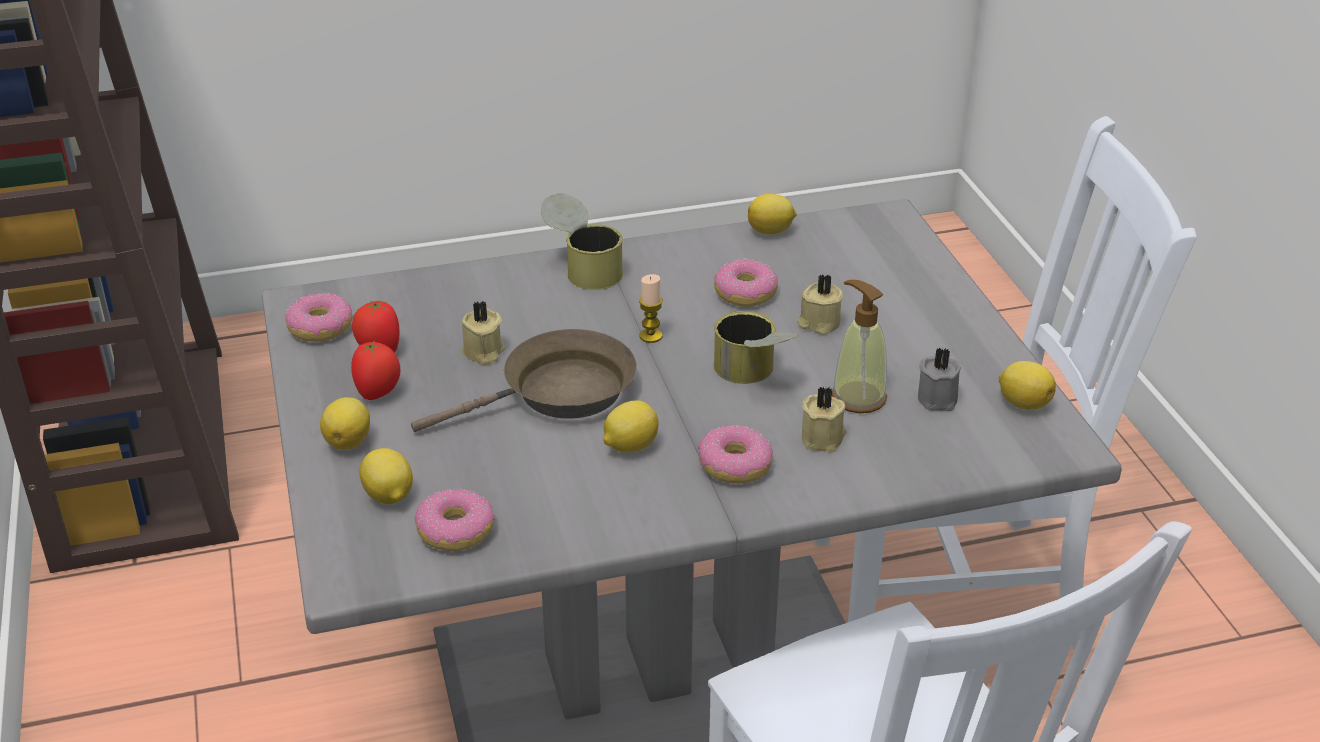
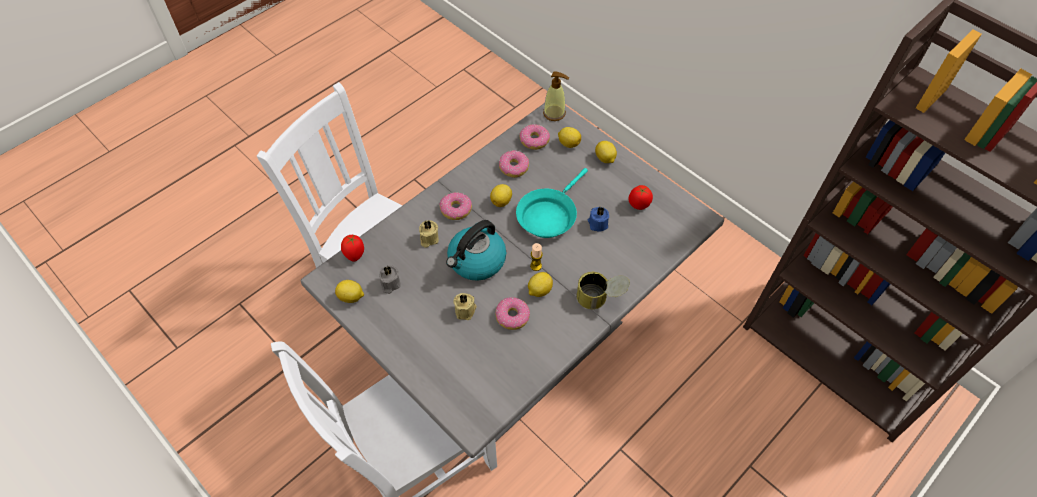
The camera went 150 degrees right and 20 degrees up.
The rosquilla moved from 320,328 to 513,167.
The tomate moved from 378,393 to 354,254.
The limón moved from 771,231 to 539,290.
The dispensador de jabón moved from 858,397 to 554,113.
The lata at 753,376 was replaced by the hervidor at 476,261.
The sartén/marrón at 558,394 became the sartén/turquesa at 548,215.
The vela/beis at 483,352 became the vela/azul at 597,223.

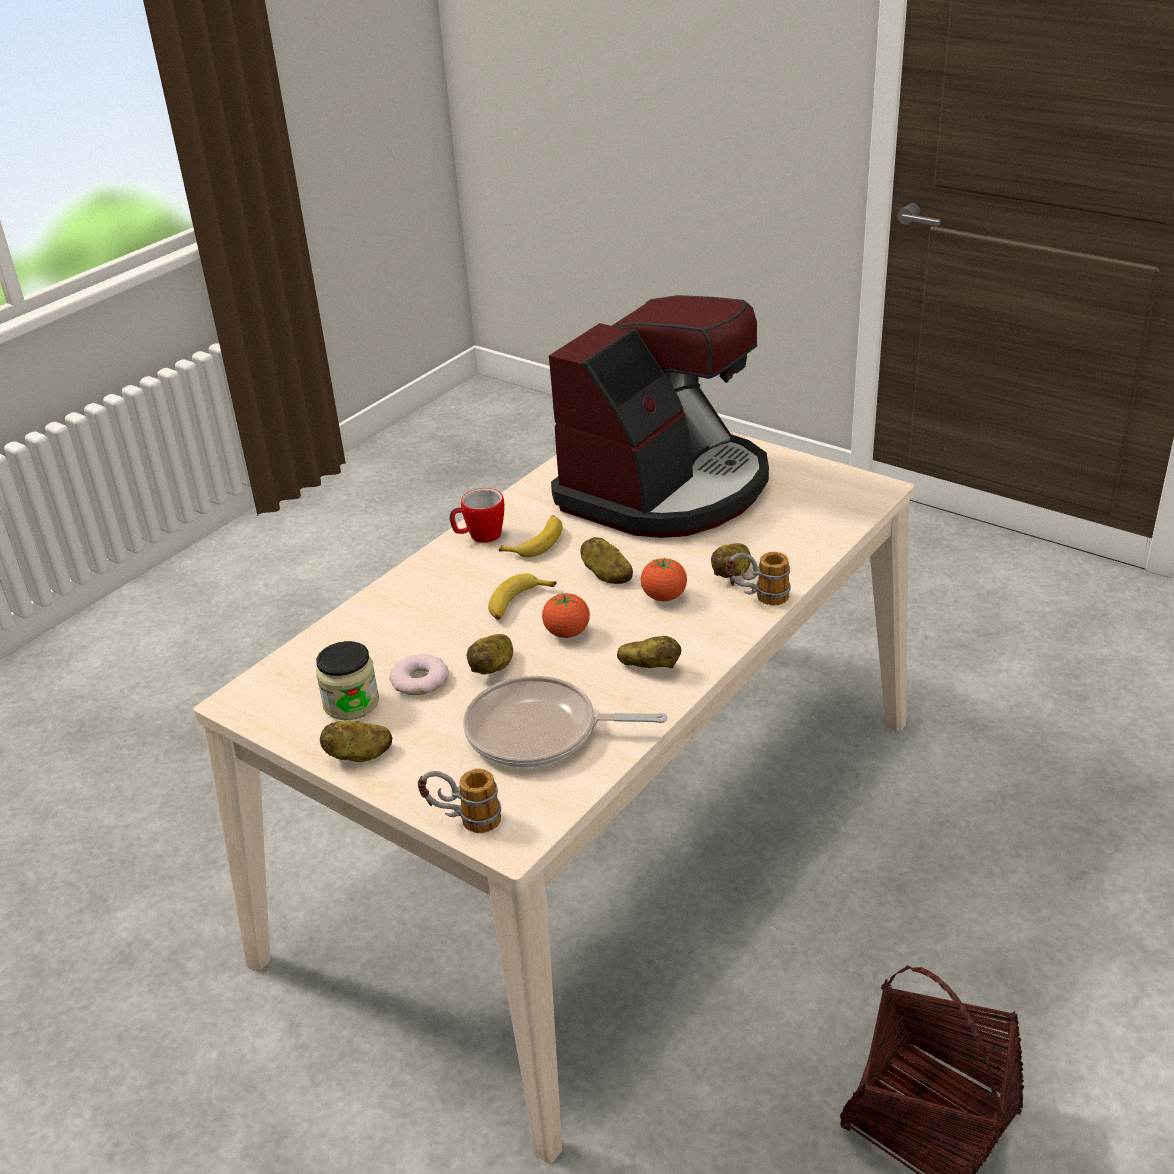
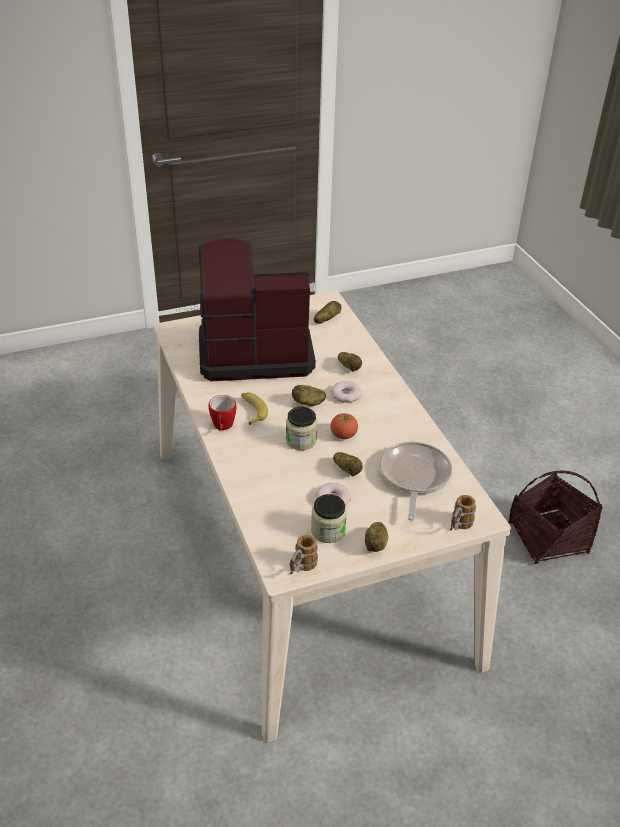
The camera went 60 degrees left and 5 degrees up.
The patata moved from 650,667 to 326,319.
The taza grande moved from 757,598 to 301,570.
The plátano at 517,604 was replaced by the tarro at 301,440.
The tomate at 664,597 was replaced by the rosquilla at 346,395.
The sartén at 540,732 turned 150 degrees clockwise.
The cafetera at 666,488 turned 75 degrees counterclockwise.

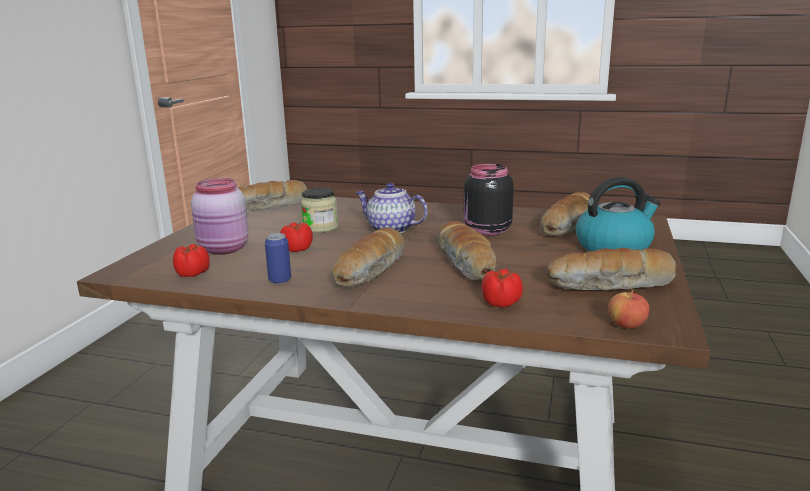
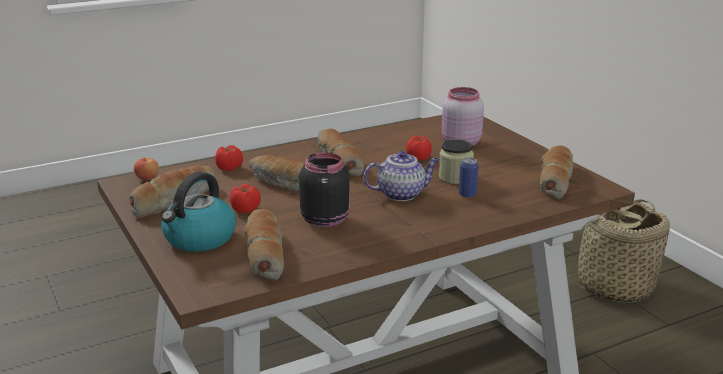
The camera went 135 degrees right and 5 degrees up.
The cesta at 614,286 appeared.
The tomate moved from 192,274 to 246,209.
The lata moved from 280,280 to 467,194.

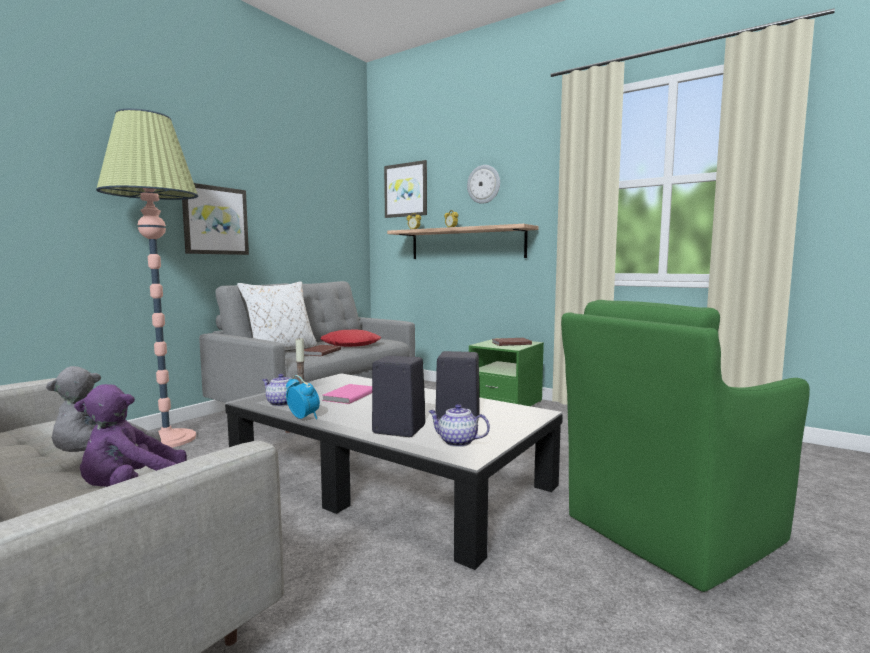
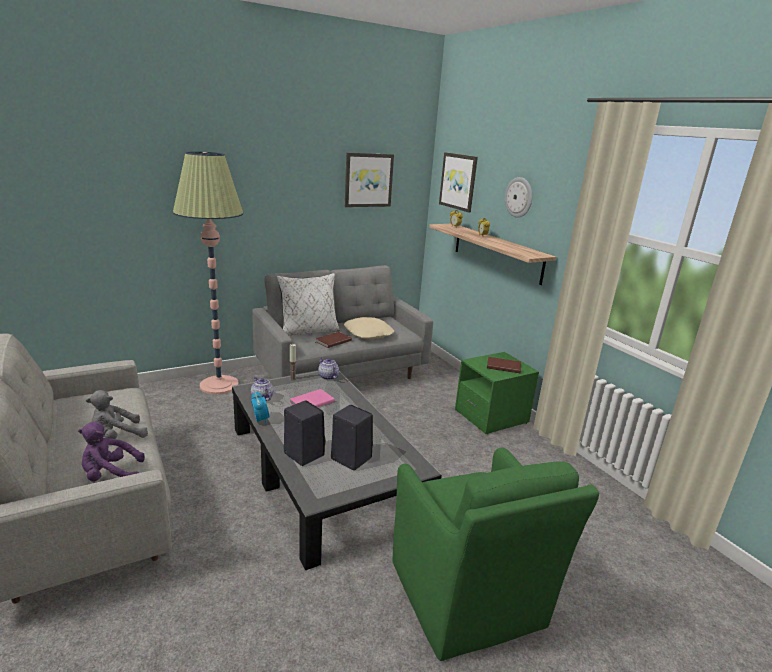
The camera went 25 degrees right and 15 degrees up.
The cuadro moved from 215,220 to 368,180.
The tetera moved from 457,442 to 327,376.
The cojín/rojo at 351,345 became the cojín/beis at 368,333.
The sillón/verde at 668,530 turned 105 degrees counterclockwise.

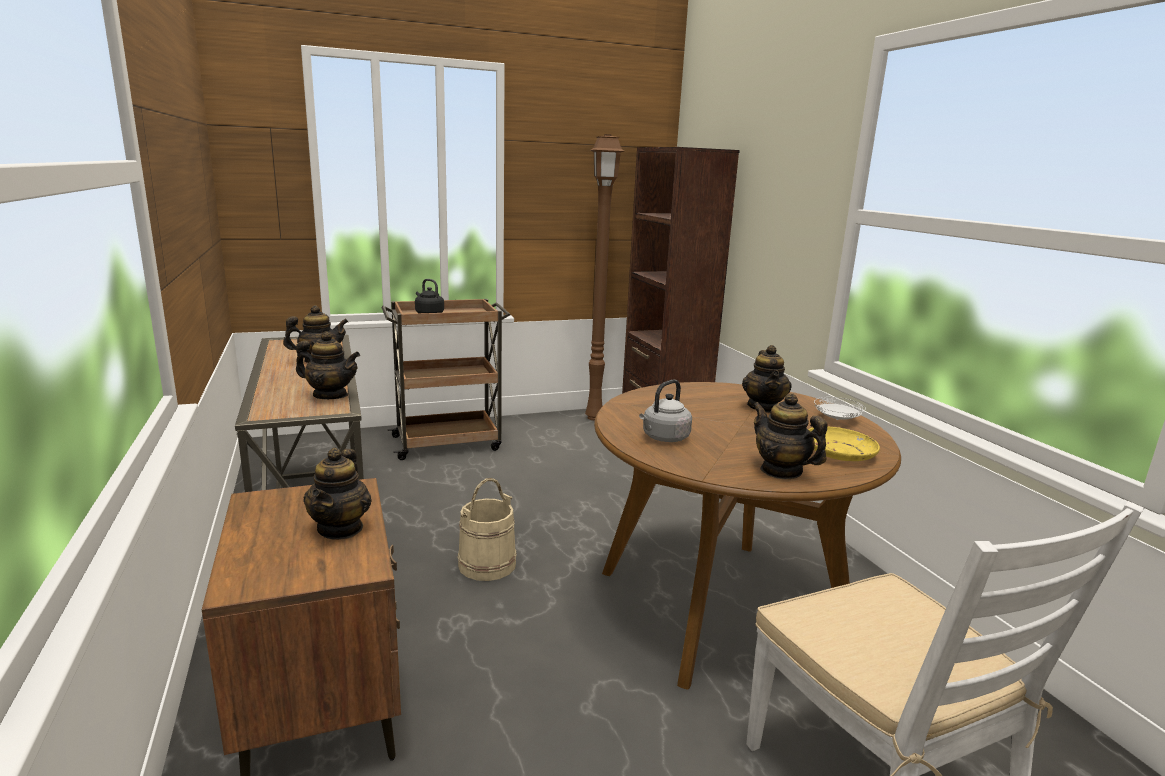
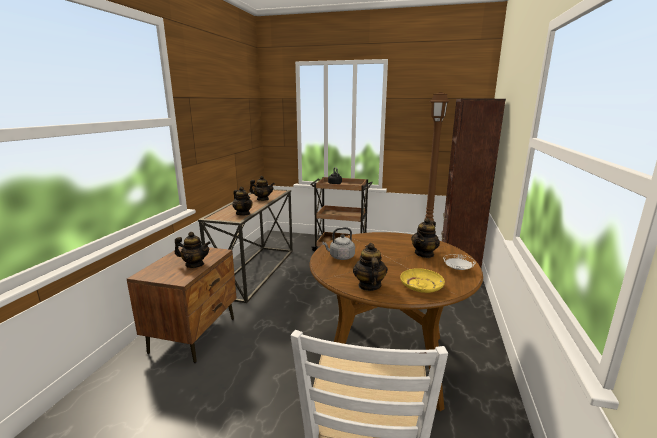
The camera went 35 degrees right and 0 degrees up.
The cubo/beis at 487,564 disappeared.
The tetera at 341,528 turned 120 degrees counterclockwise.

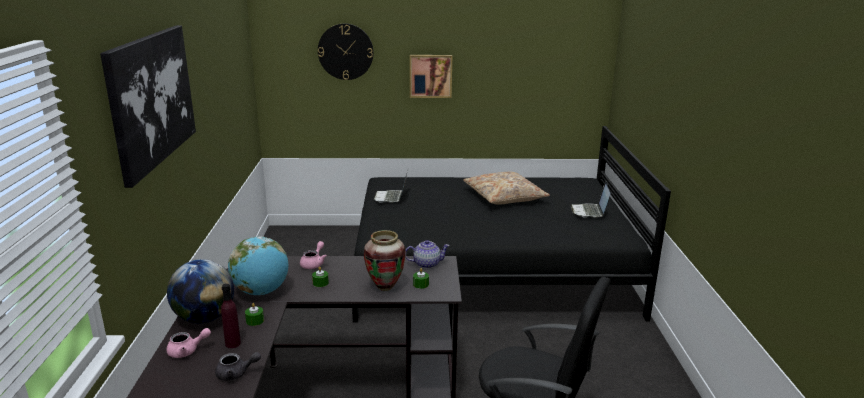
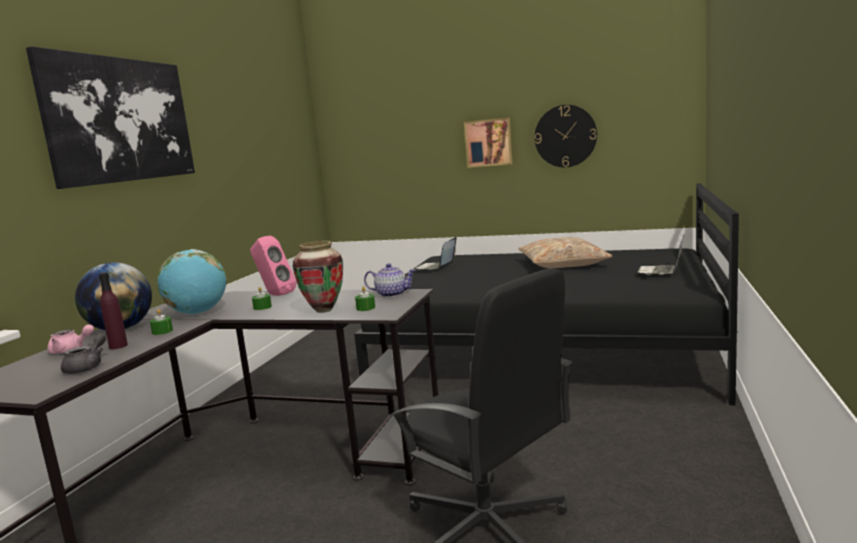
The camera went 20 degrees right and 10 degrees down.
The reloj de pared moved from 345,51 to 565,136.
The tetera/rosa at 314,263 was replaced by the altavoz/rosa at 275,295.
The tetera/gris at 236,374 turned 90 degrees counterclockwise.

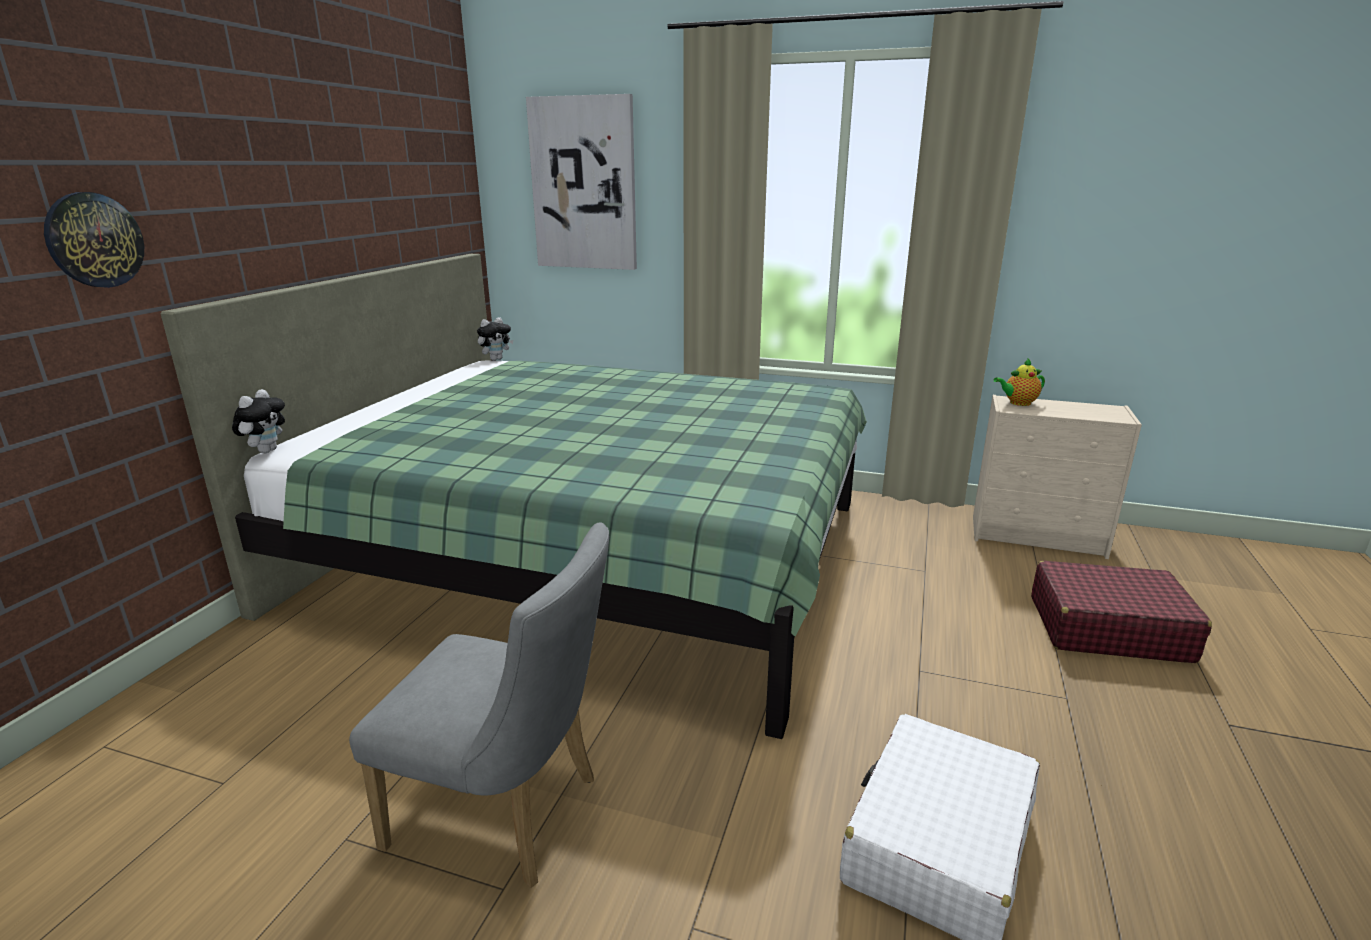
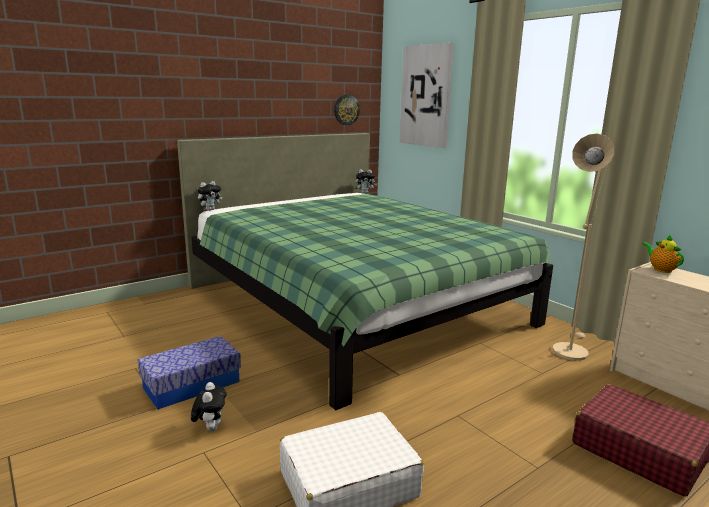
The camera went 35 degrees right and 5 degrees down.
The peluche at 210,428 appeared.
The lámpara de pie/beis at 570,349 appeared.
The reloj de pared moved from 94,240 to 346,110.
The silla/gris at 508,815 was replaced by the caja de almacenaje at 191,385.
The tetera at 1018,403 turned 45 degrees clockwise.

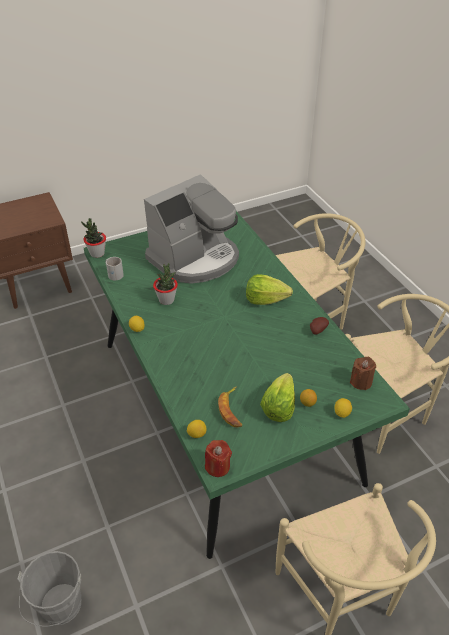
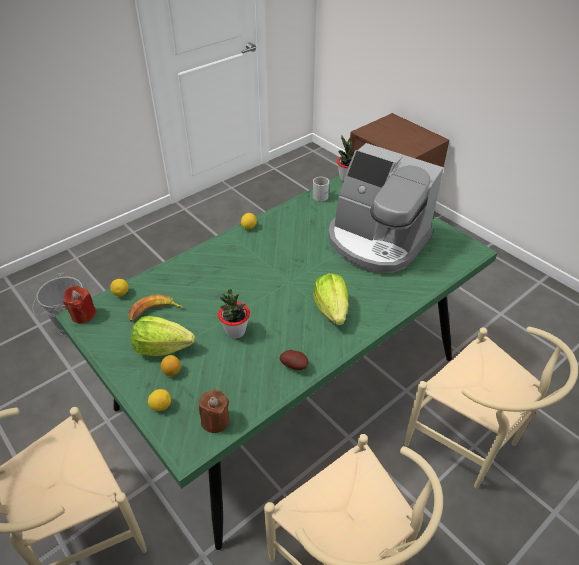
The camera went 75 degrees right and 0 degrees up.
The planta en maceta moved from 166,300 to 235,331.

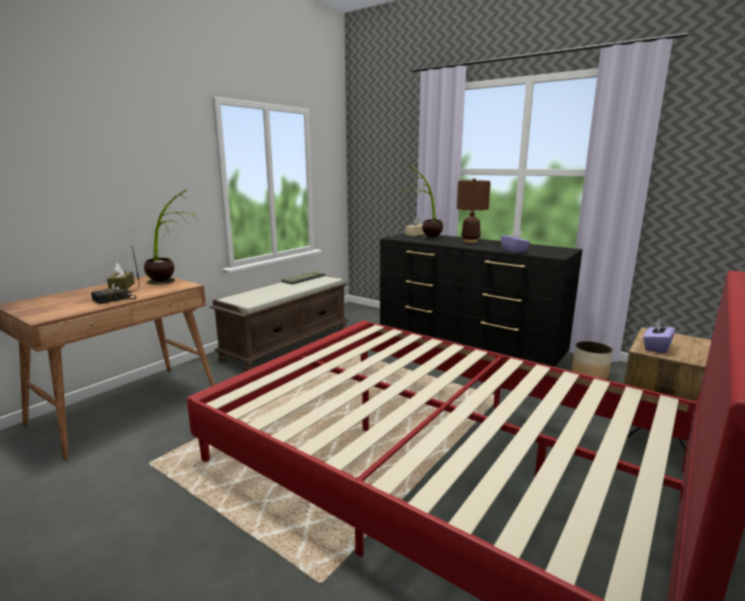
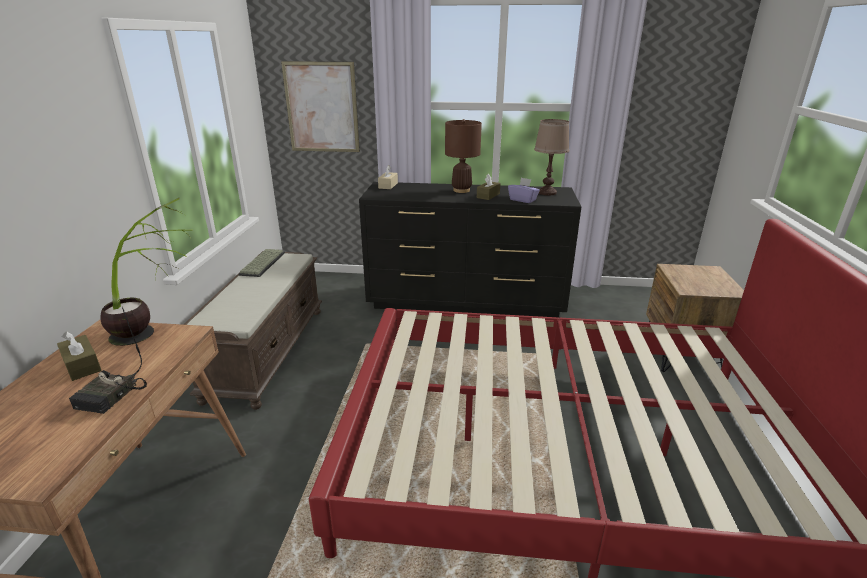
The camera went 30 degrees left and 10 degrees up.
The planta en maceta at 424,238 disappeared.
The maceta at 589,374 disappeared.
The caja de pañuelos/morado at 656,347 disappeared.
The cuadro at 322,108 appeared.
The caja de pañuelos/marrón at 488,196 appeared.
The lámpara de mesa/marrón at 547,193 appeared.

